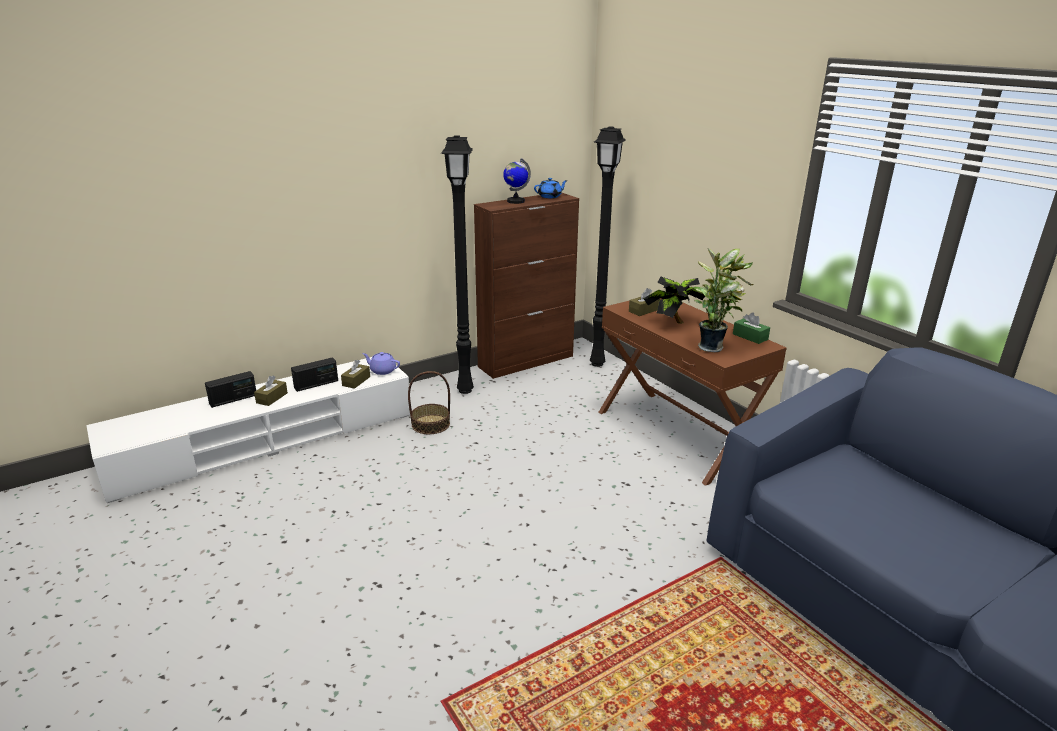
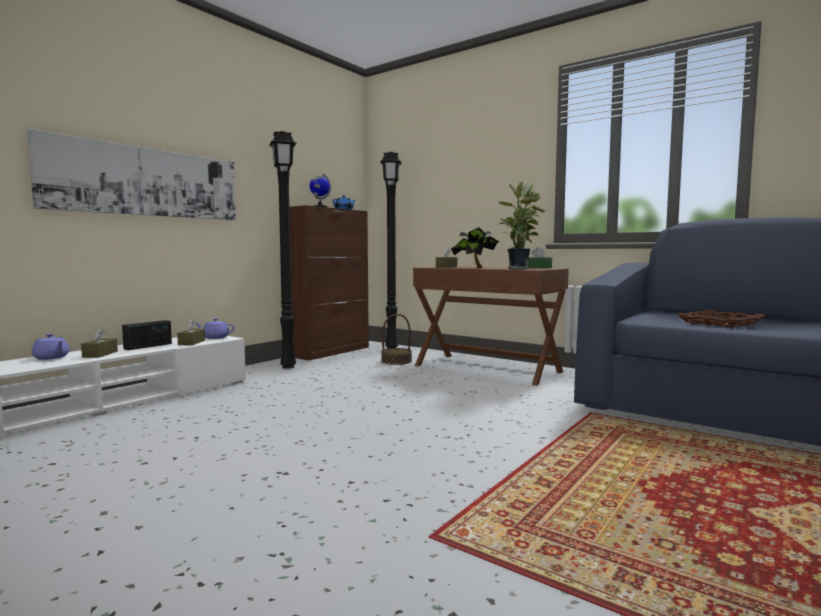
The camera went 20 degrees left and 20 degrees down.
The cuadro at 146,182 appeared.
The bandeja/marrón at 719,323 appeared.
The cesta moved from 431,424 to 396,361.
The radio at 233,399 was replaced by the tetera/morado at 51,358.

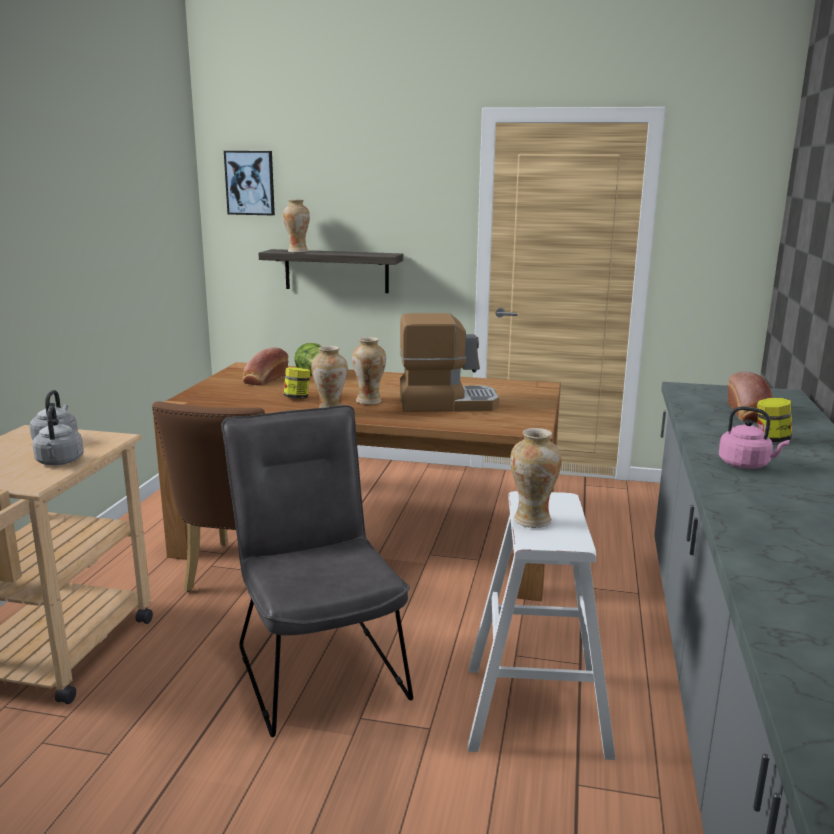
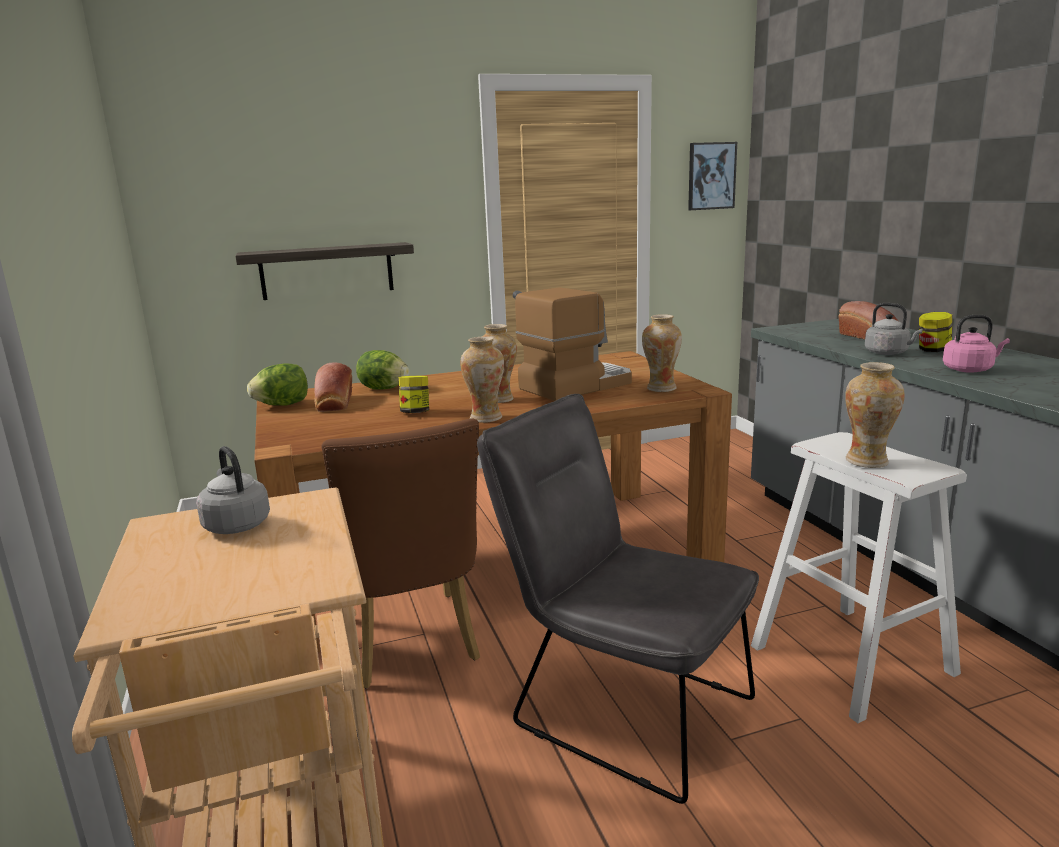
The camera went 30 degrees left and 0 degrees up.
The lechuga at 282,405 appeared.
The hervidor/gris moved from 59,462 to 888,353.
The cuadro moved from 250,183 to 711,176.
The florero moved from 297,251 to 661,388.

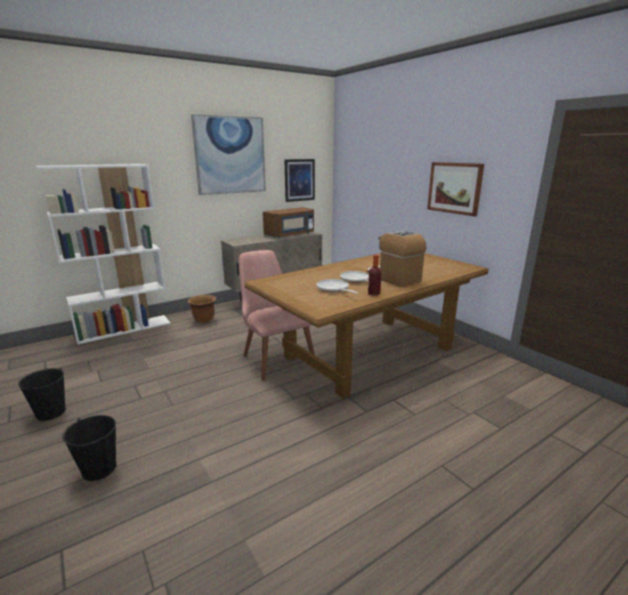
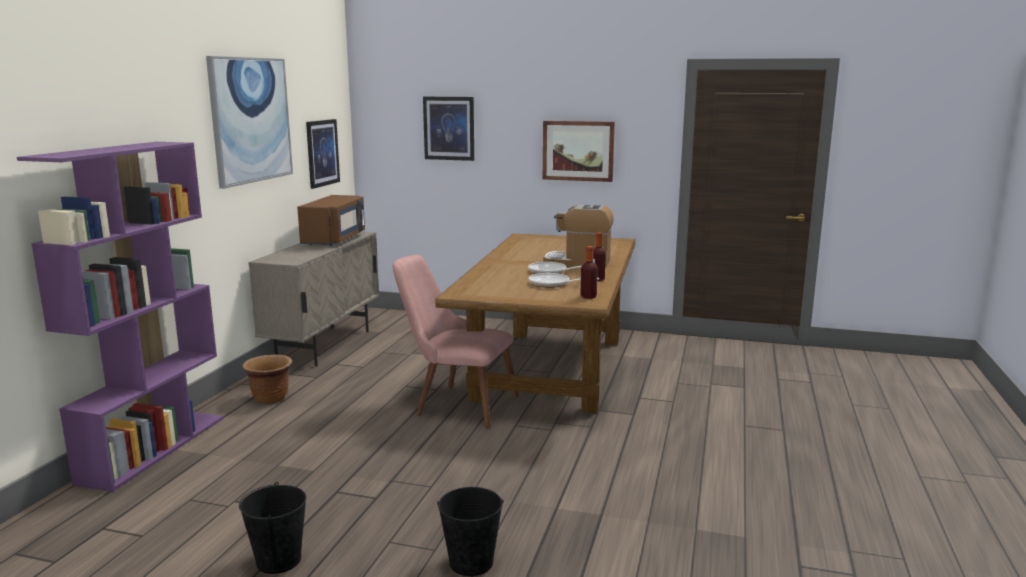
The camera went 40 degrees left and 5 degrees down.
The cuadro at 449,128 appeared.
The botella at 588,297 appeared.
The estantería/blanco at 124,329 became the estantería/morado at 154,448.

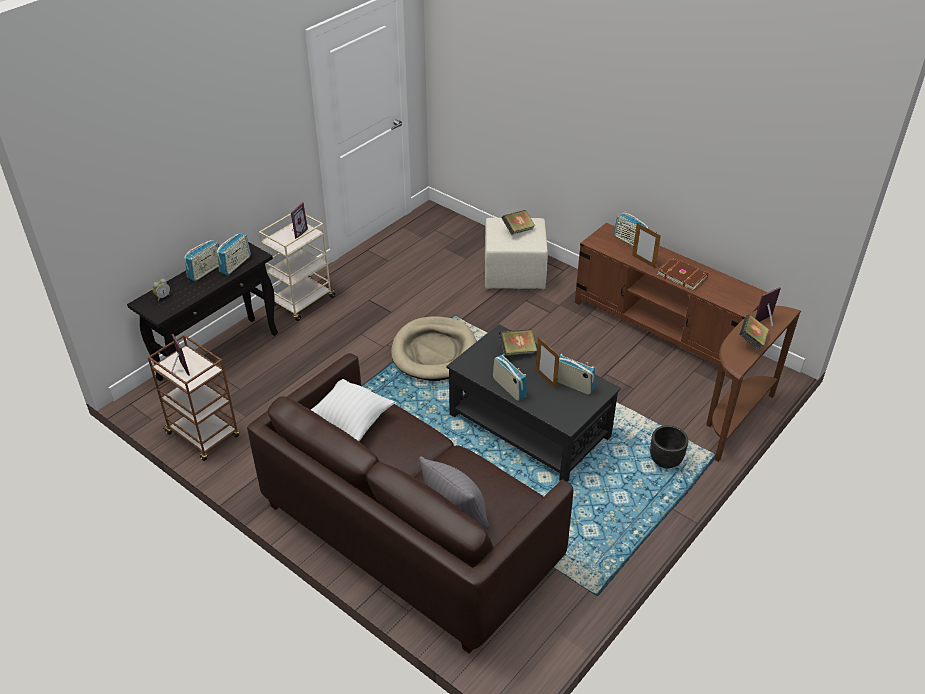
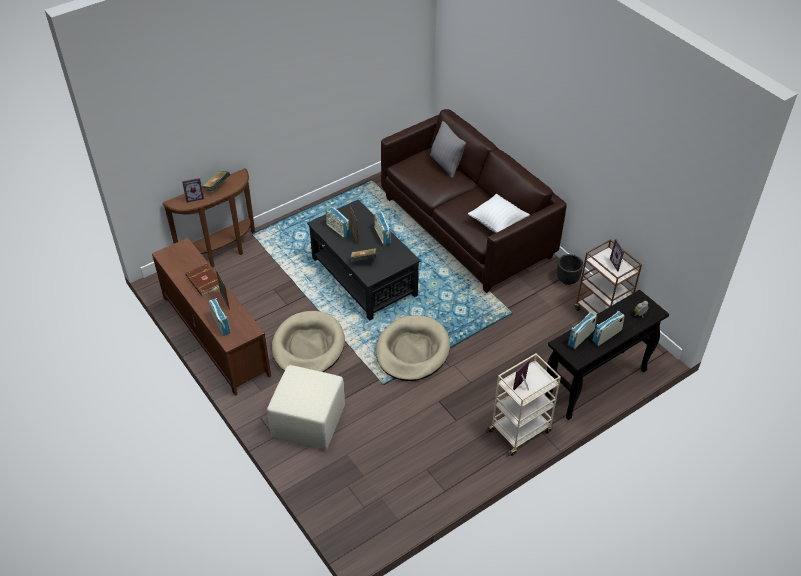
The camera went 165 degrees left and 5 degrees up.
The libro at 518,230 disappeared.
The cama para perro/beis at 308,346 appeared.
The maceta/negro moved from 664,461 to 568,280.

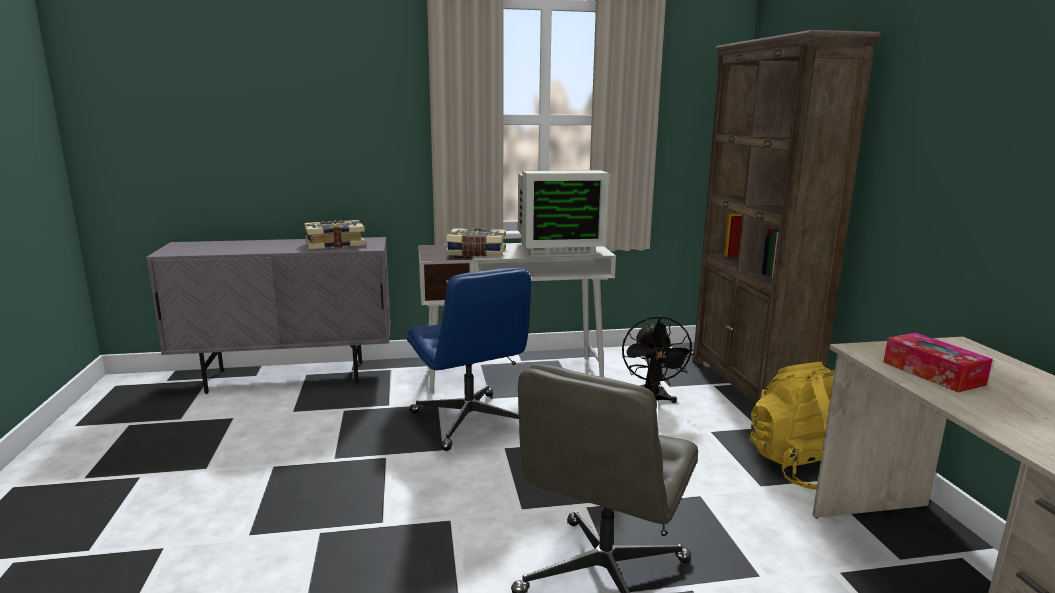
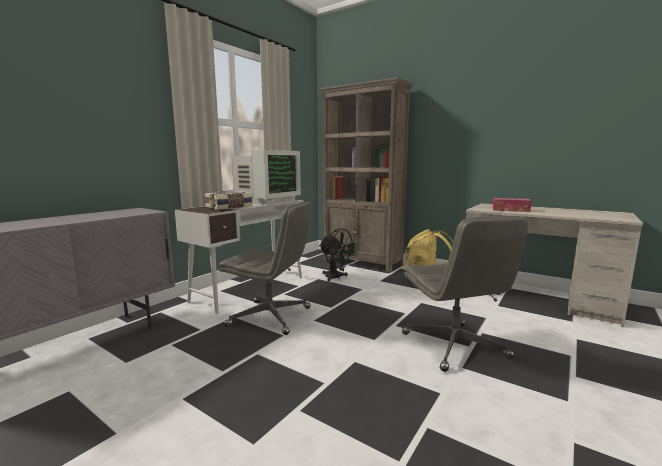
The camera went 45 degrees left and 5 degrees down.
The libro at 335,244 disappeared.
The silla de oficina/azul at 470,421 became the silla de oficina/gris at 271,317.

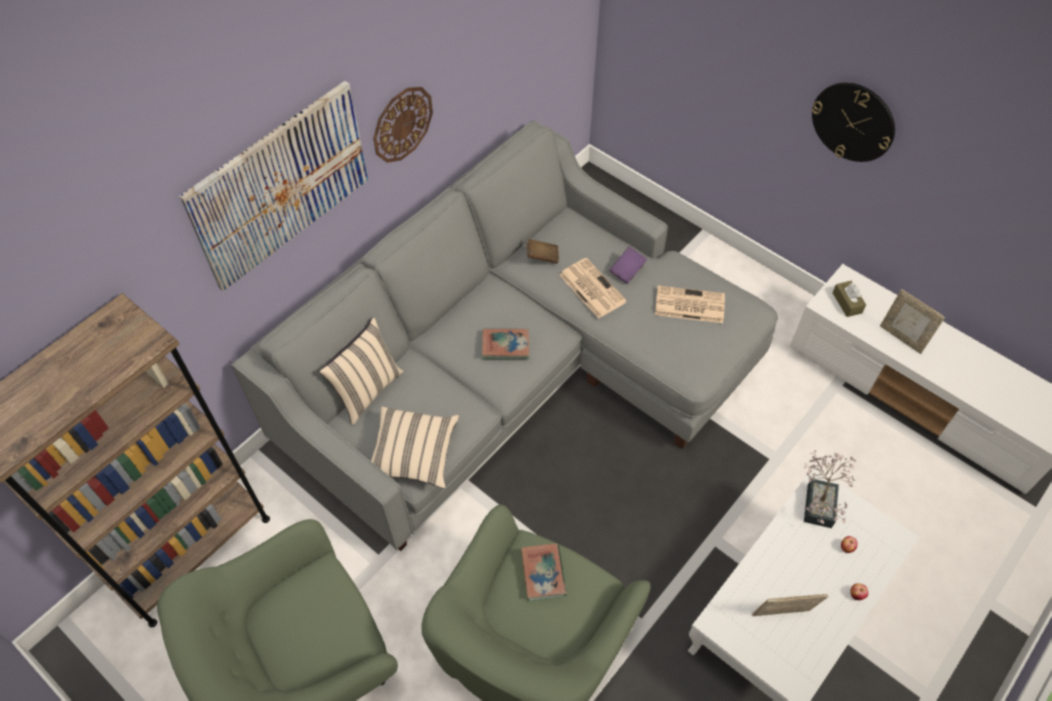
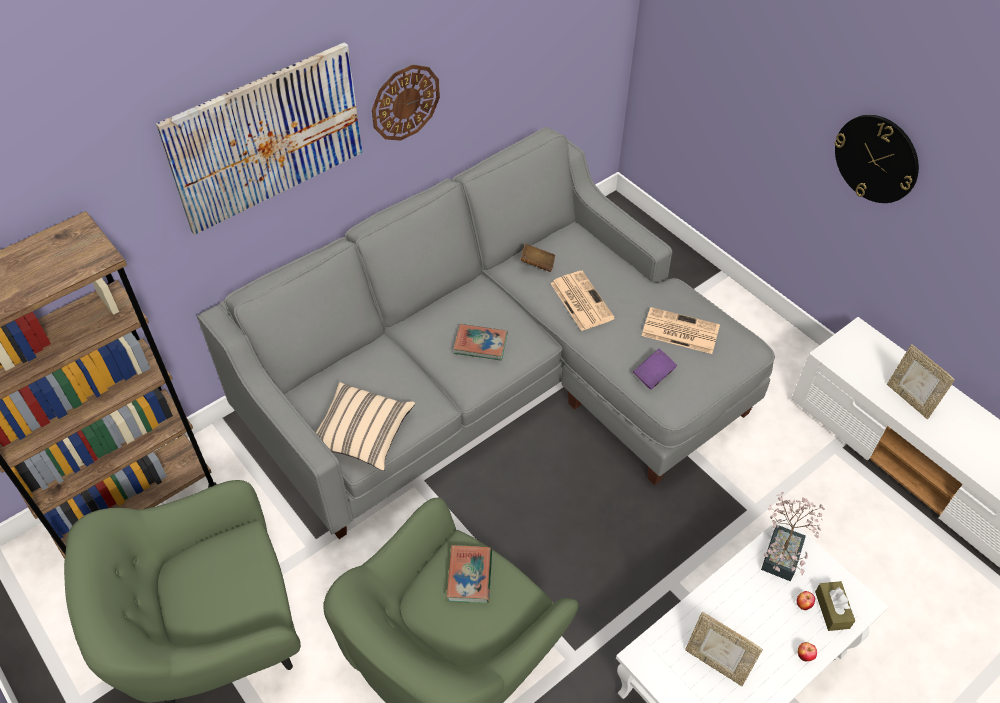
The camera went 10 degrees right and 5 degrees down.
The cojín/beis at 367,390 disappeared.
The libro/morado moved from 627,271 to 653,375.
The caja de pañuelos/marrón moved from 847,303 to 832,609.
The portarretratos at 781,616 turned 150 degrees counterclockwise.

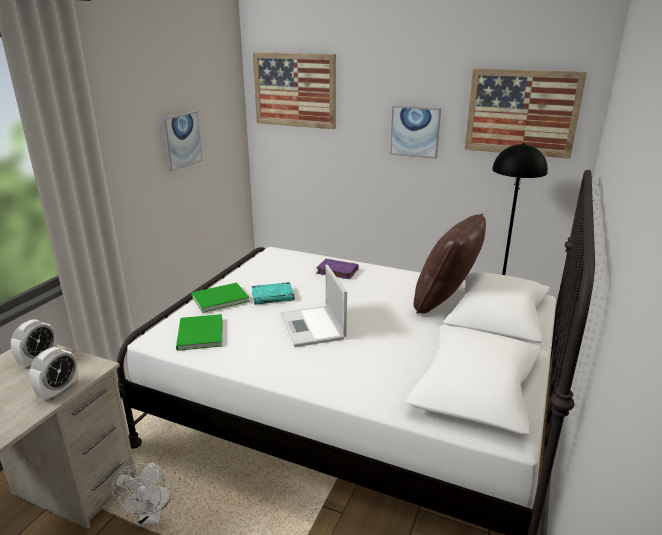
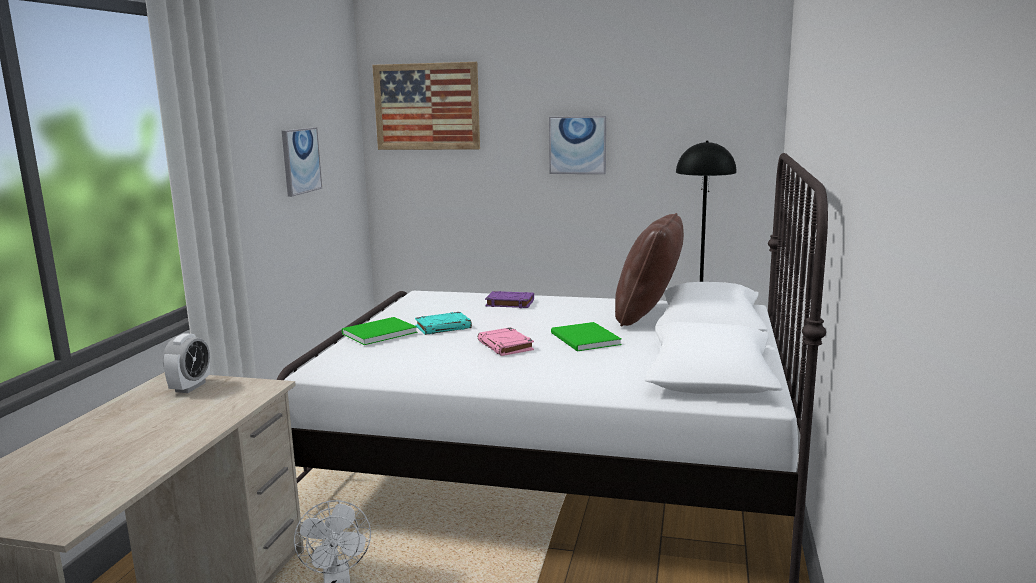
The camera went 10 degrees left and 10 degrees down.
The despertador at 59,391 disappeared.
The cuadro at 521,112 disappeared.
The libro/verde moved from 199,335 to 584,340.
The portátil at 313,327 was replaced by the libro/rosa at 506,346.

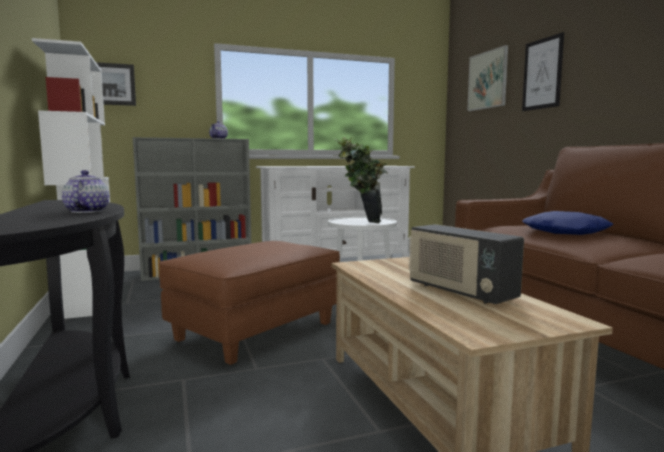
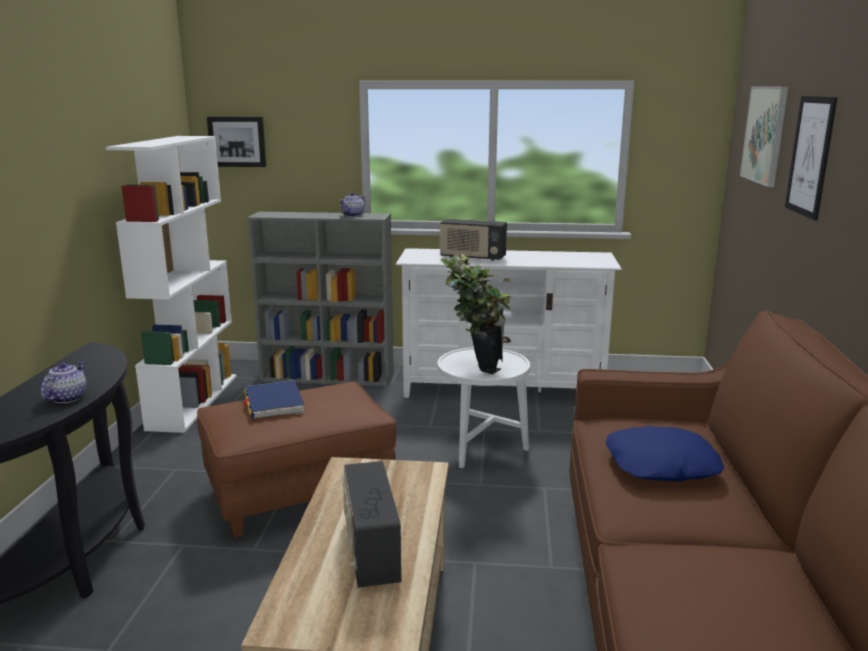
The camera went 25 degrees right and 10 degrees up.
The libro/azul at 274,403 appeared.
The radio at 472,257 appeared.

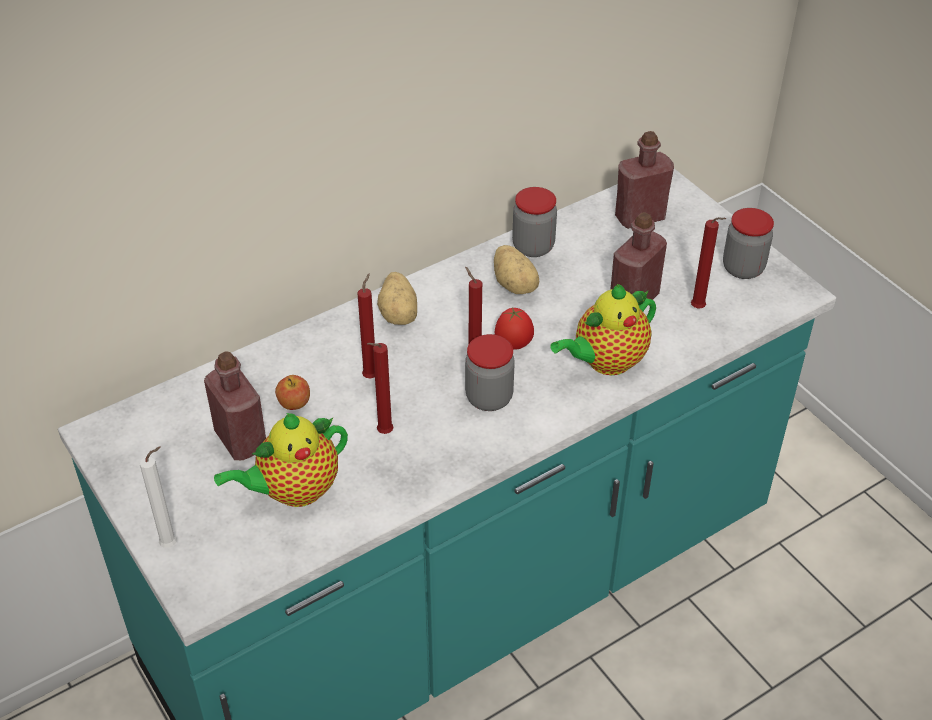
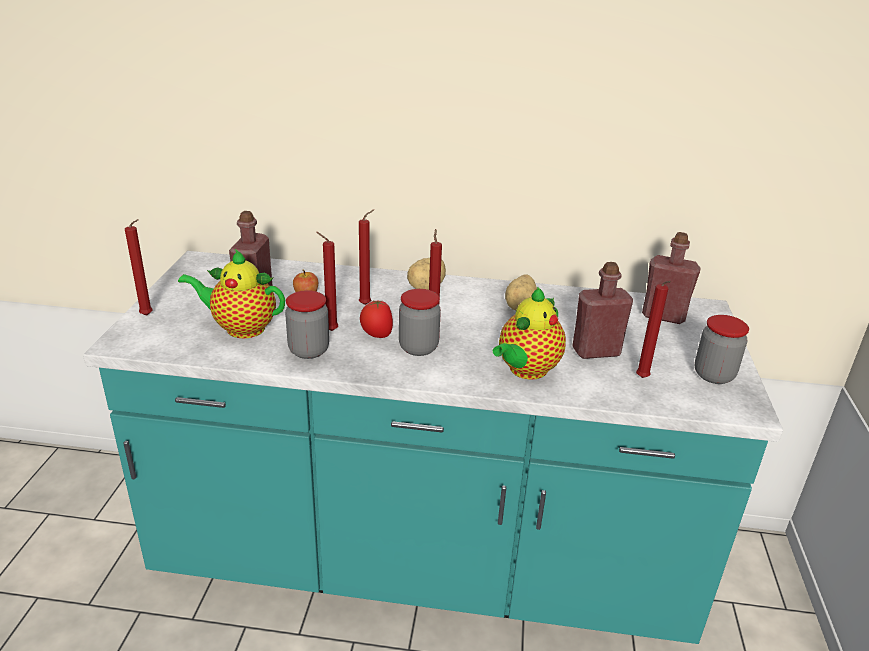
The camera went 40 degrees right and 15 degrees down.
The tomate moved from 513,345 to 376,335.
The tarro moved from 533,247 to 309,350.
The vela/blanco at 172,544 became the vela/rojo at 148,316.
The tetera at 605,362 turned 60 degrees counterclockwise.

